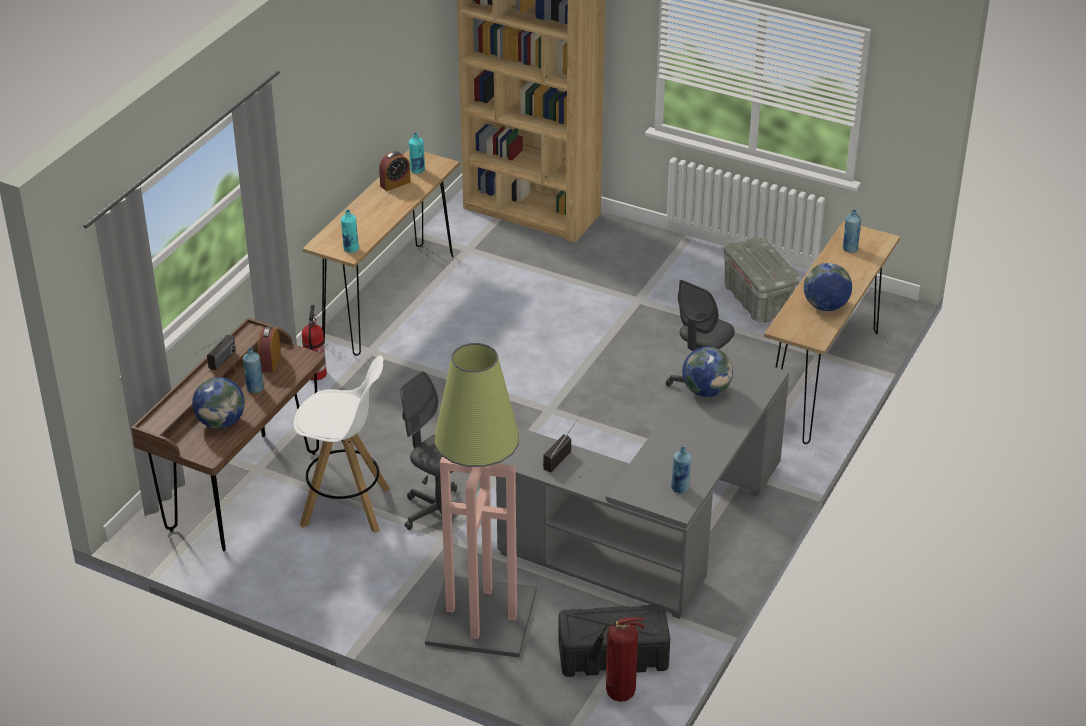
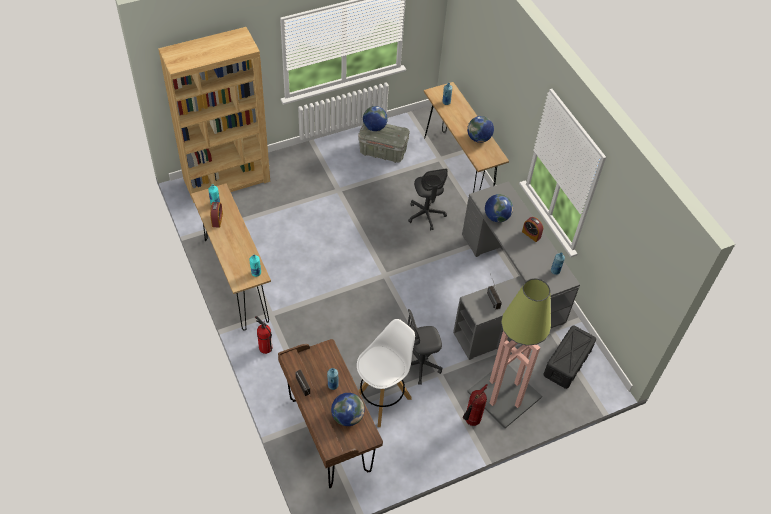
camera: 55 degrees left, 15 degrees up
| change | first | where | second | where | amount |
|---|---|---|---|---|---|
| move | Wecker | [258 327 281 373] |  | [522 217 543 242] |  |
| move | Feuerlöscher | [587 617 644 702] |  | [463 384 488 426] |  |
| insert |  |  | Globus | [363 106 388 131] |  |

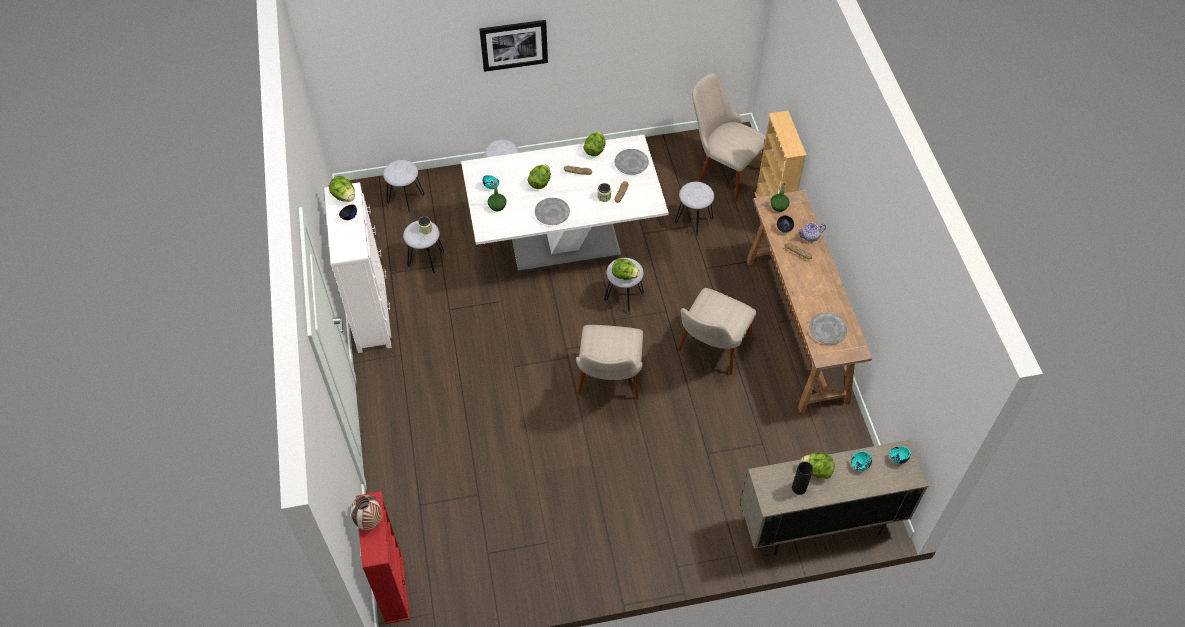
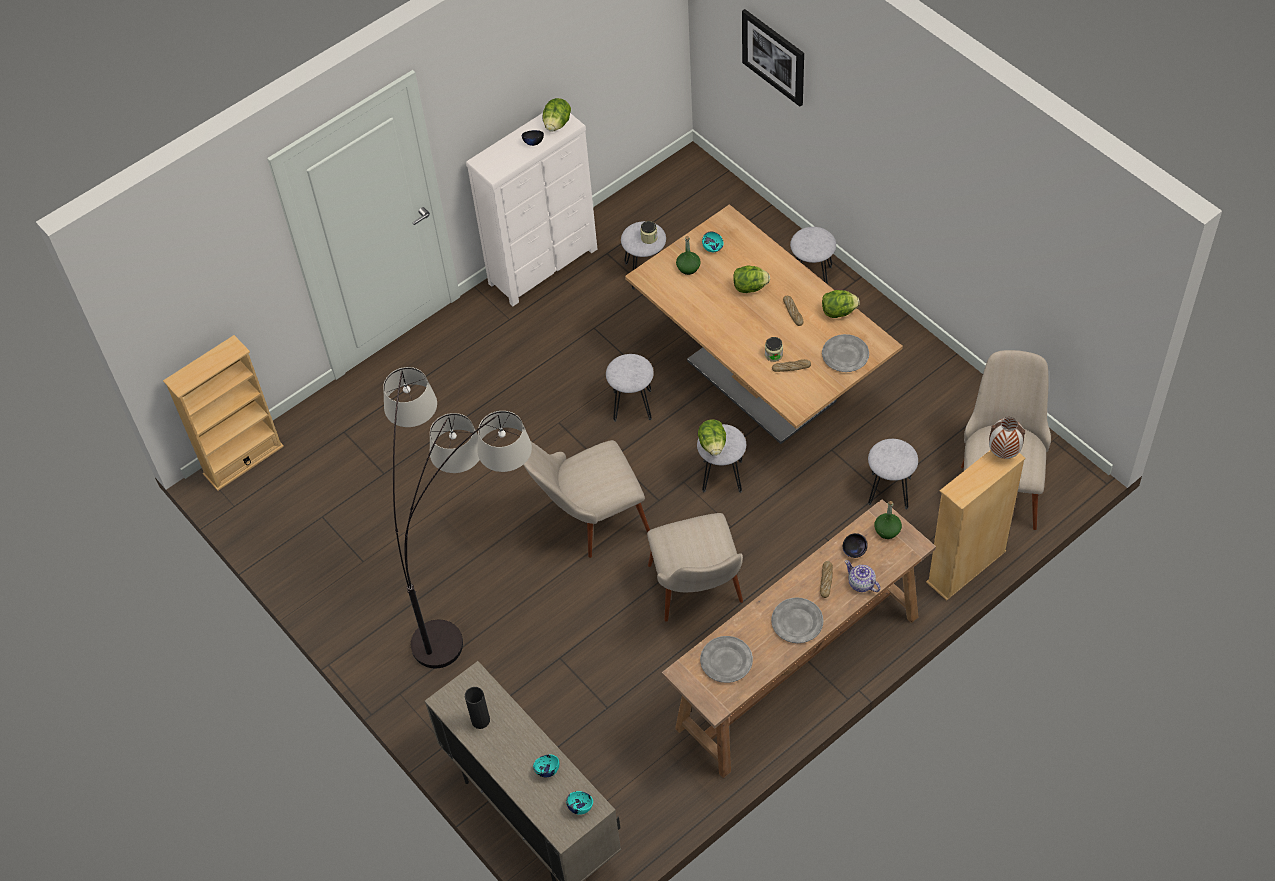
camera: 65 degrees right, 0 degrees up
| change | first | where | second | where | amount |
|---|---|---|---|---|---|
| move | Bild | [479 20 548 72] |  | [742 9 804 107] |  |
| recolor | Esstisch/weiß | [461 135 669 272] | Esstisch/braun | [625 204 903 444] |  |
| move | Hocker/grau | [383 160 425 213] |  | [606 354 654 422] |  |
| move | Teller/grau | [535 198 570 225] |  | [771 598 824 643] |  |
| rotate | Stuhl/beige | [678 288 757 375] |  | [647 513 743 622] | 105 degrees counterclockwise |
| delete | Salatkopf | [801 453 835 479] |  |  |  |
| recolor | Bücherregal/rot | [356 491 410 624] | Bücherregal/beige | [163 335 284 491] |  |
| move | Vase | [350 495 382 530] |  | [989 417 1025 459] |  |
| insert |  |  | Stehlampe | [383 367 532 668] |  |

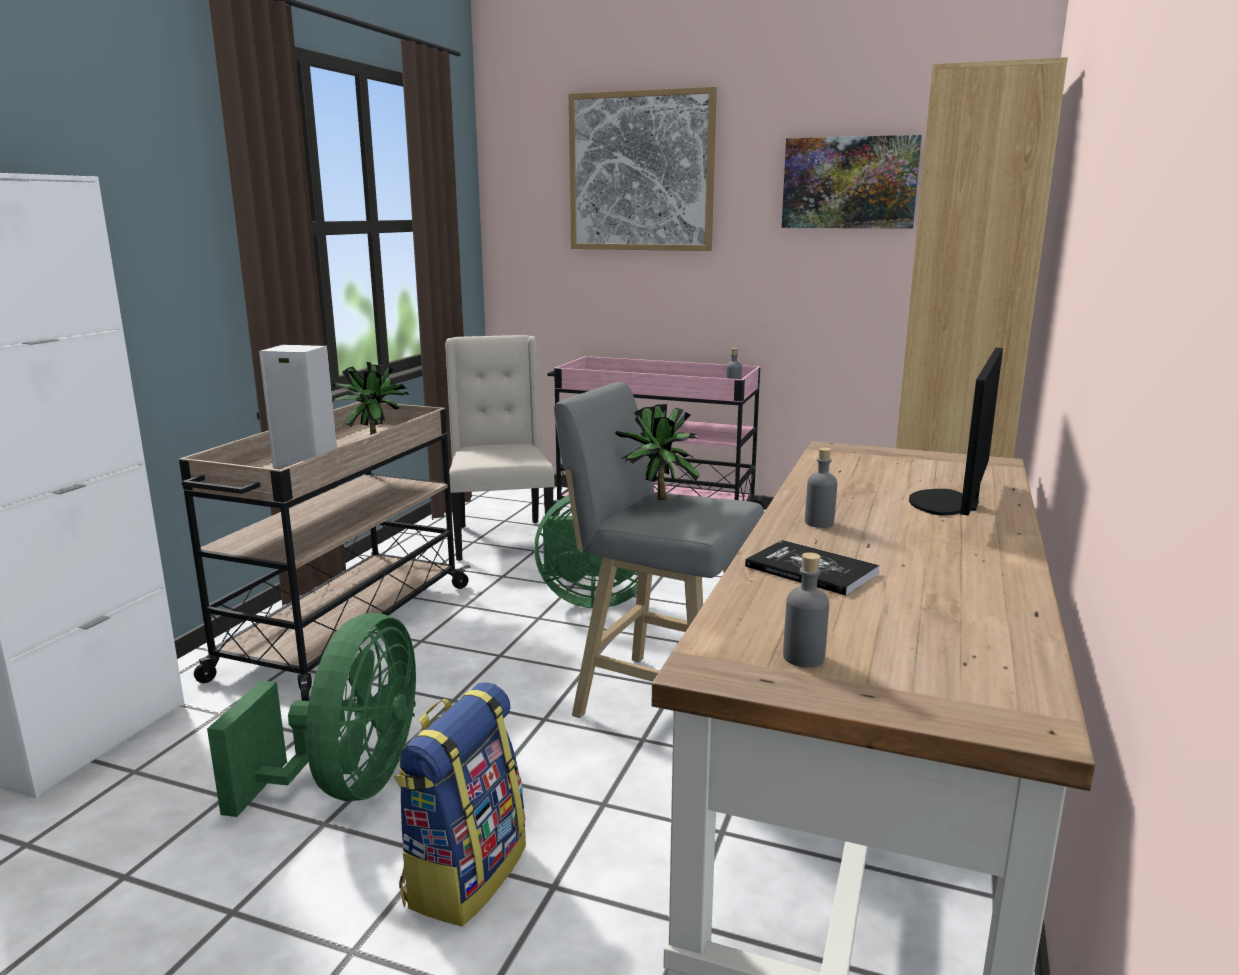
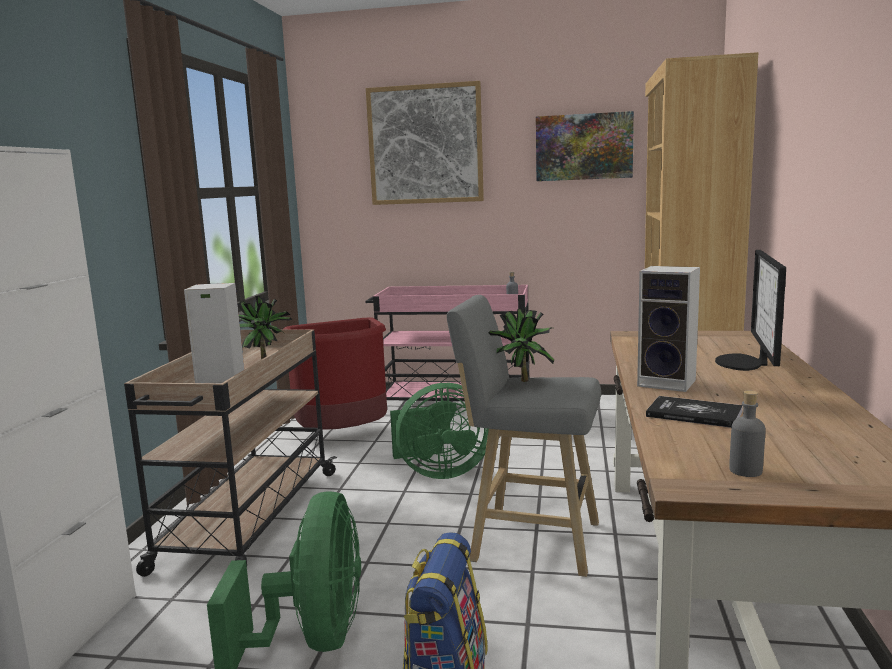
camera: 10 degrees left, 5 degrees down
| change | first | where | second | where | amount |
|---|---|---|---|---|---|
| replace | Stuhl/beige | [445 335 555 561] | Mülleimer/rot | [283 318 387 430] |  |
| replace | Flasche/grau | [805 447 837 528] | Lautsprecher | [637 266 700 392] |  |

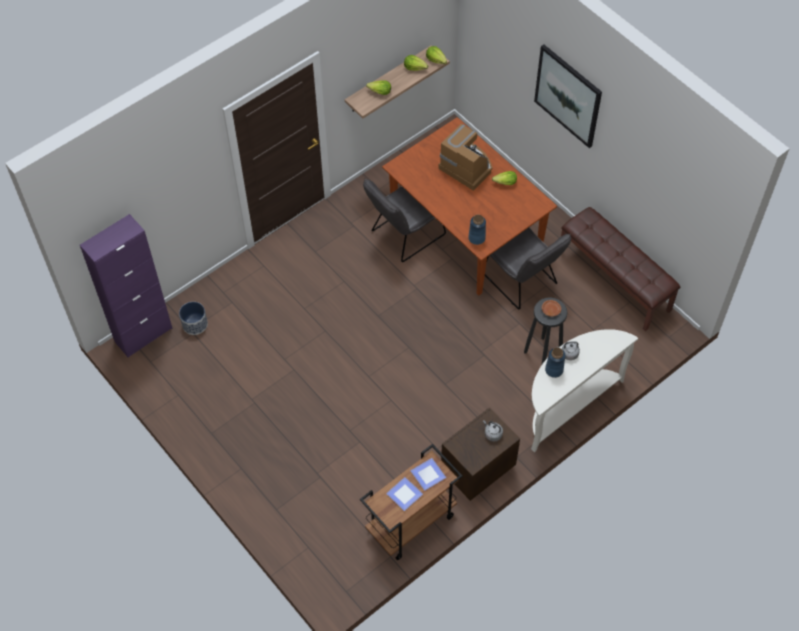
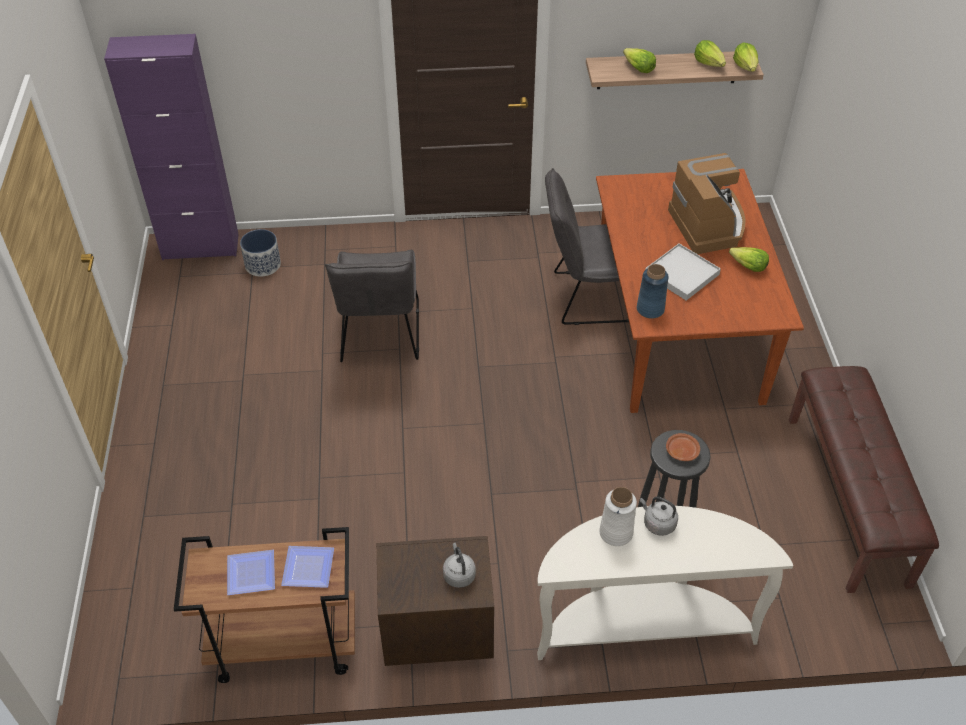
camera: 35 degrees right, 10 degrees down
| change | first | where | second | where | amount |
|---|---|---|---|---|---|
| delete | Bild | [534 44 602 148] |  |  |  |
| move | Stuhl/grau | [485 228 571 309] |  | [325 249 419 362] |  |
| recolor | Vase/blau | [545 347 565 378] | Vase/weiß | [599 487 637 546] |  |
| insert |  |  | Tablett/weiß | [645 243 721 301] |  |

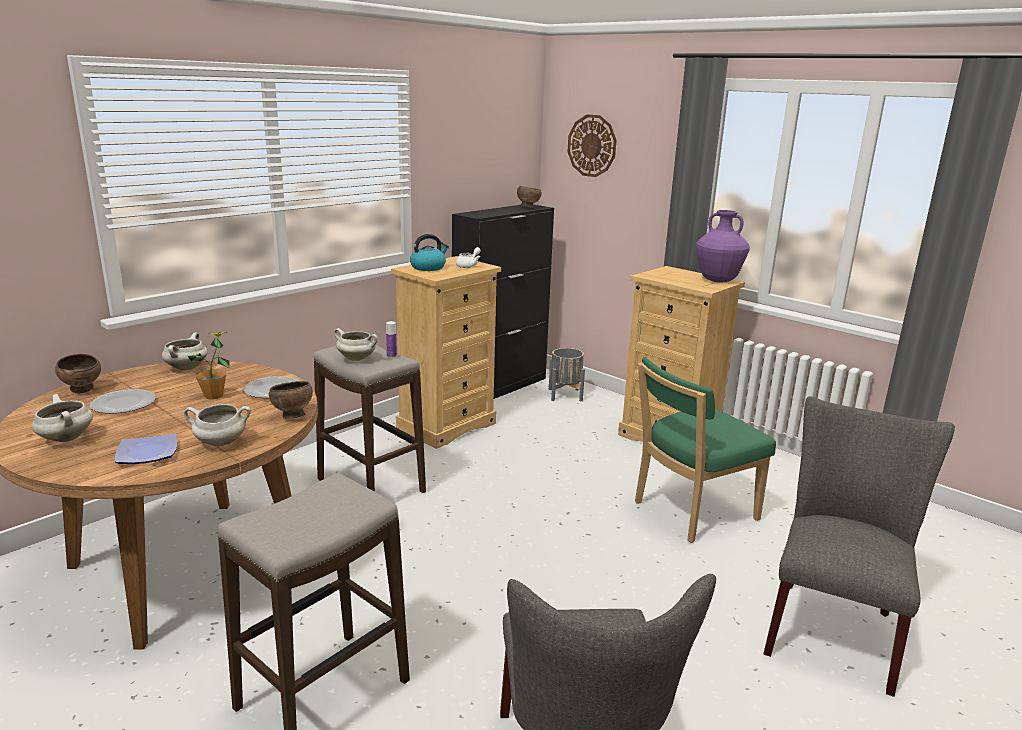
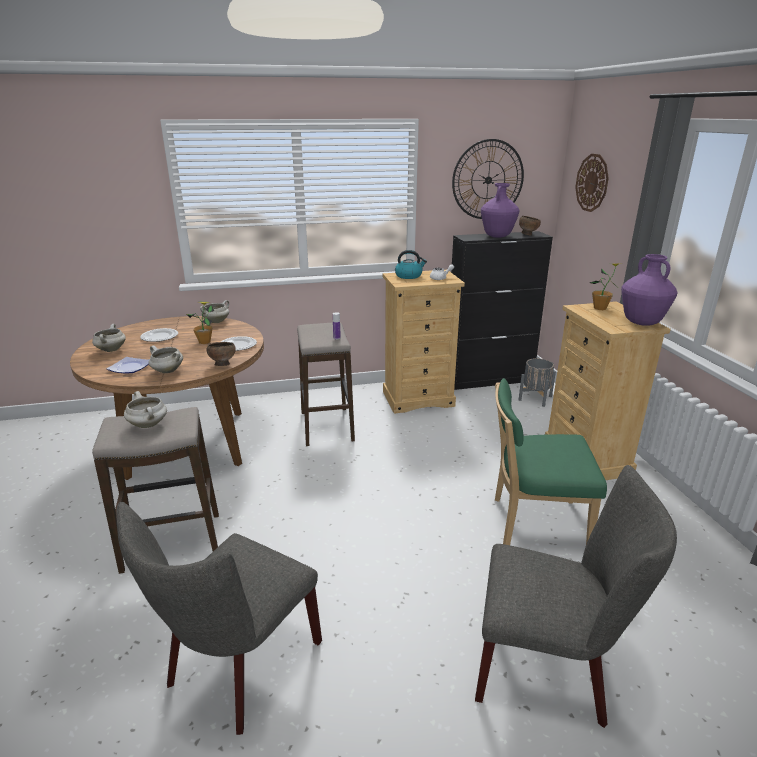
camera: 35 degrees right, 5 degrees up
| change | first | where | second | where | amount |
|---|---|---|---|---|---|
| move | Kochtopf/weiß | [334 328 378 361] |  | [124 391 167 428] |  |
| delete | Schüssel/braun | [55 354 101 393] |  |  |  |
| rotate | Stuhl/grau | [763 397 955 697] |  | [475 465 677 728] | 45 degrees clockwise |
| insert |  |  | Wanduhr | [452 139 524 219] |  |
| insert |  |  | Vase/lila | [481 183 519 238] |  |
| insert |  |  | Topfpflanze | [590 263 622 310] |  |

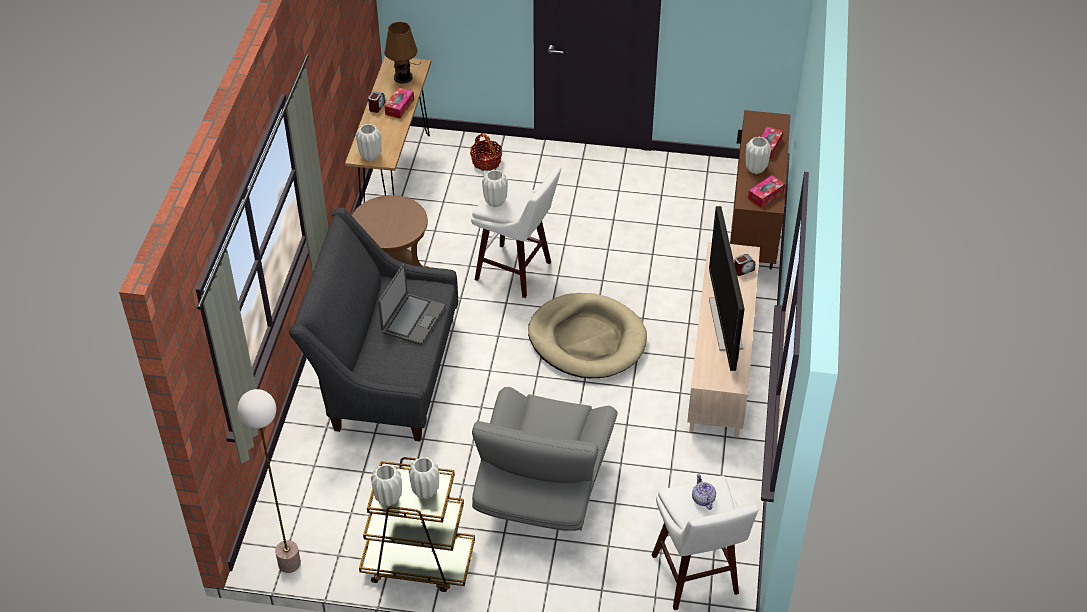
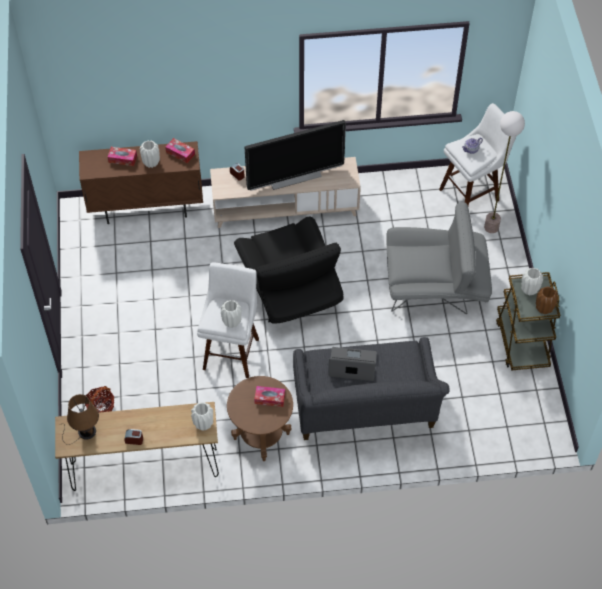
camera: 105 degrees left, 10 degrees up
| change | first | where | second | where | amount |
|---|---|---|---|---|---|
| move | Taschentuchbox | [384 87 414 119] |  | [254 386 285 407] |  |
| replace | Hundebett/beige | [528 293 647 378] | Sessel/schwarz | [234 217 343 324] |  |
| move | Stehlampe | [237 389 301 573] |  | [484 111 525 233] |  |
| recolor | Vase/weiß | [371 464 402 506] | Vase/braun | [536 286 558 314] |  |

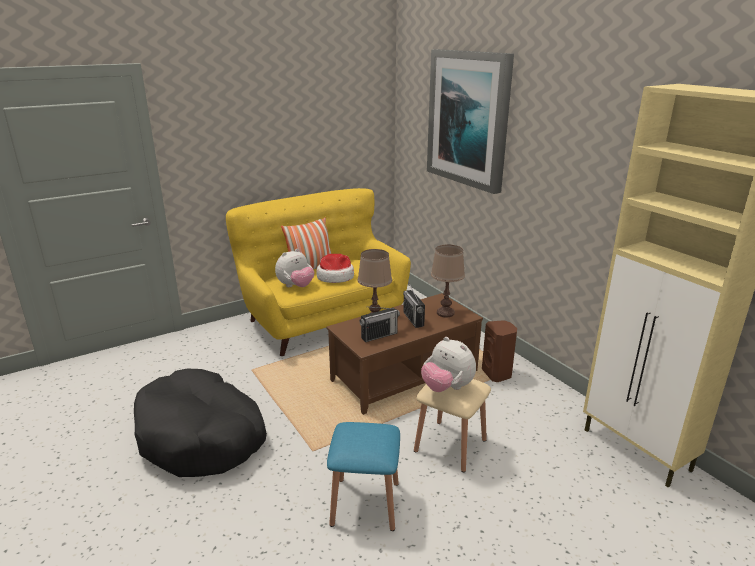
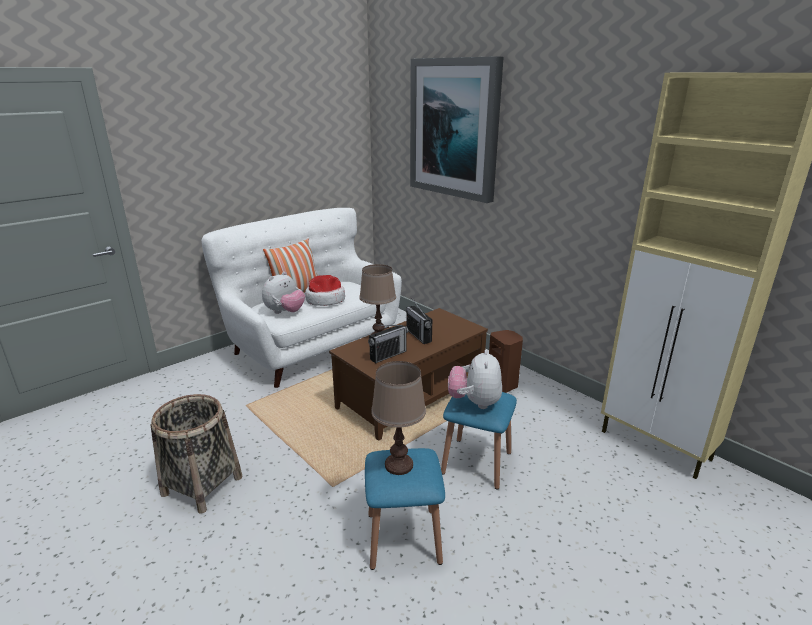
camera: 10 degrees left, 0 degrees up
| change | first | where | second | where | amount |
|---|---|---|---|---|---|
| recolor | Sofa/gelb | [226 188 411 356] | Sofa/weiß | [201 208 402 388] |  |
| move | Tischlampe/braun | [431 245 465 317] |  | [371 361 426 475] |  |
| rotate | Plüschtier | [421 337 476 392] |  | [448 350 502 409] | 60 degrees clockwise |
| replace | Hundebett/schwarz | [134 369 267 477] | Korb | [150 394 243 514] |  |
| recolor | Hocker/beige | [414 379 491 472] | Hocker/blau | [441 392 517 490] |  |

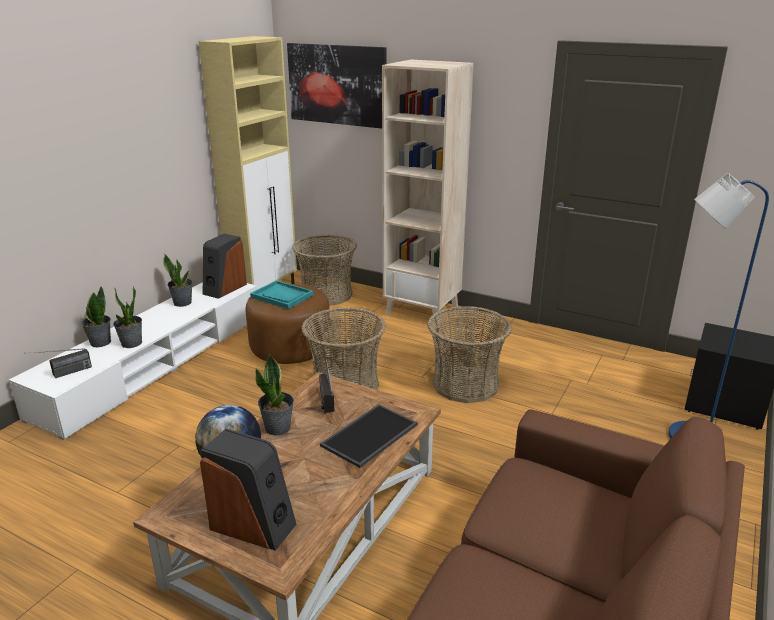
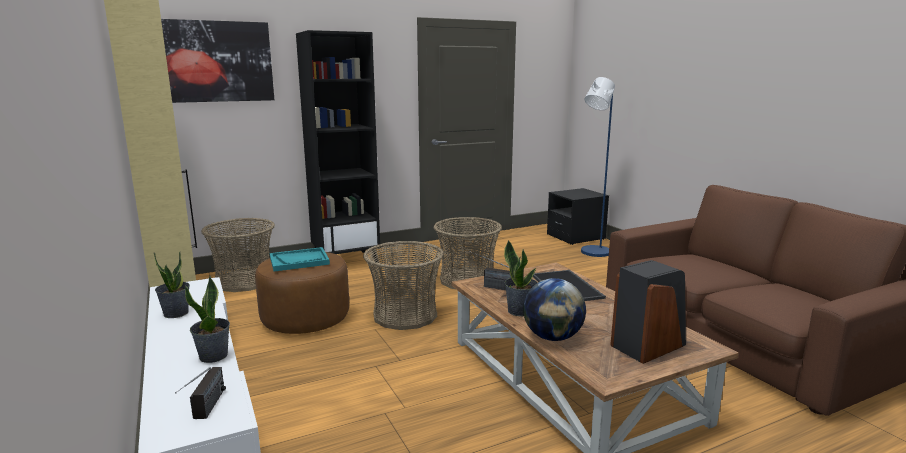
camera: 55 degrees left, 10 degrees down
| change | first | where | second | where | amount |
|---|---|---|---|---|---|
| recolor | Bücherregal/beige | [382 60 474 325] | Bücherregal/schwarz | [296 30 380 262] |  |
| delete | Lautsprecher | [203 234 247 299] |  |  |  |
| delete | Topfpflanze | [81 286 111 347] |  |  |  |

